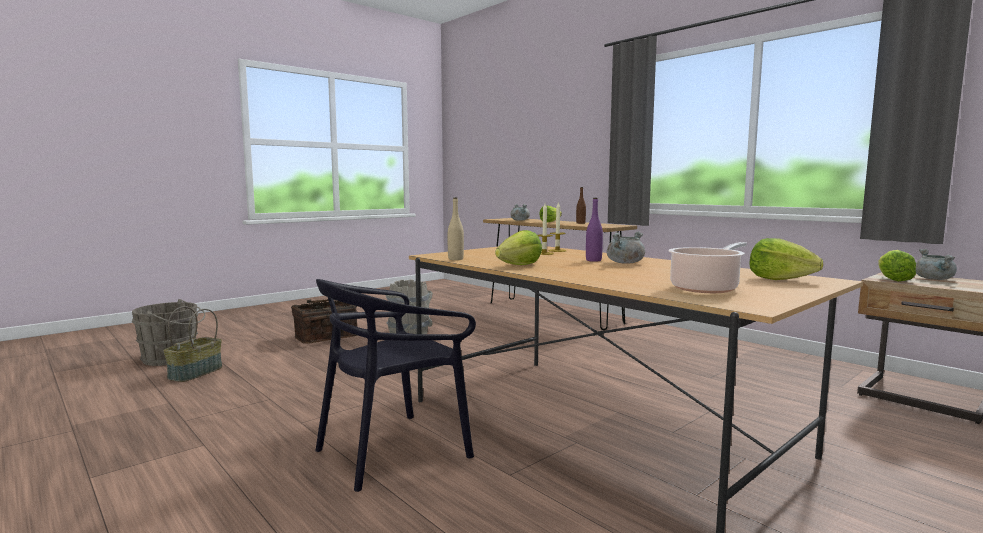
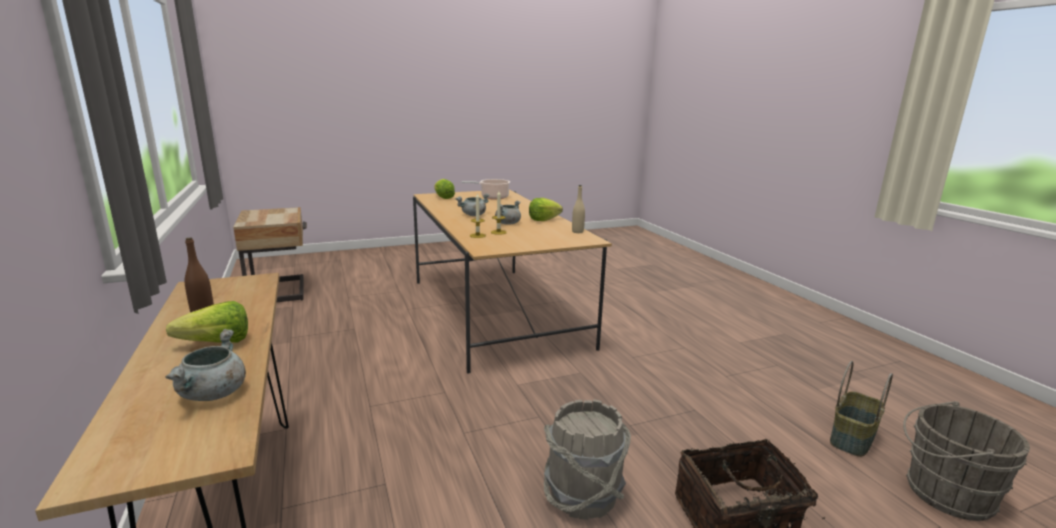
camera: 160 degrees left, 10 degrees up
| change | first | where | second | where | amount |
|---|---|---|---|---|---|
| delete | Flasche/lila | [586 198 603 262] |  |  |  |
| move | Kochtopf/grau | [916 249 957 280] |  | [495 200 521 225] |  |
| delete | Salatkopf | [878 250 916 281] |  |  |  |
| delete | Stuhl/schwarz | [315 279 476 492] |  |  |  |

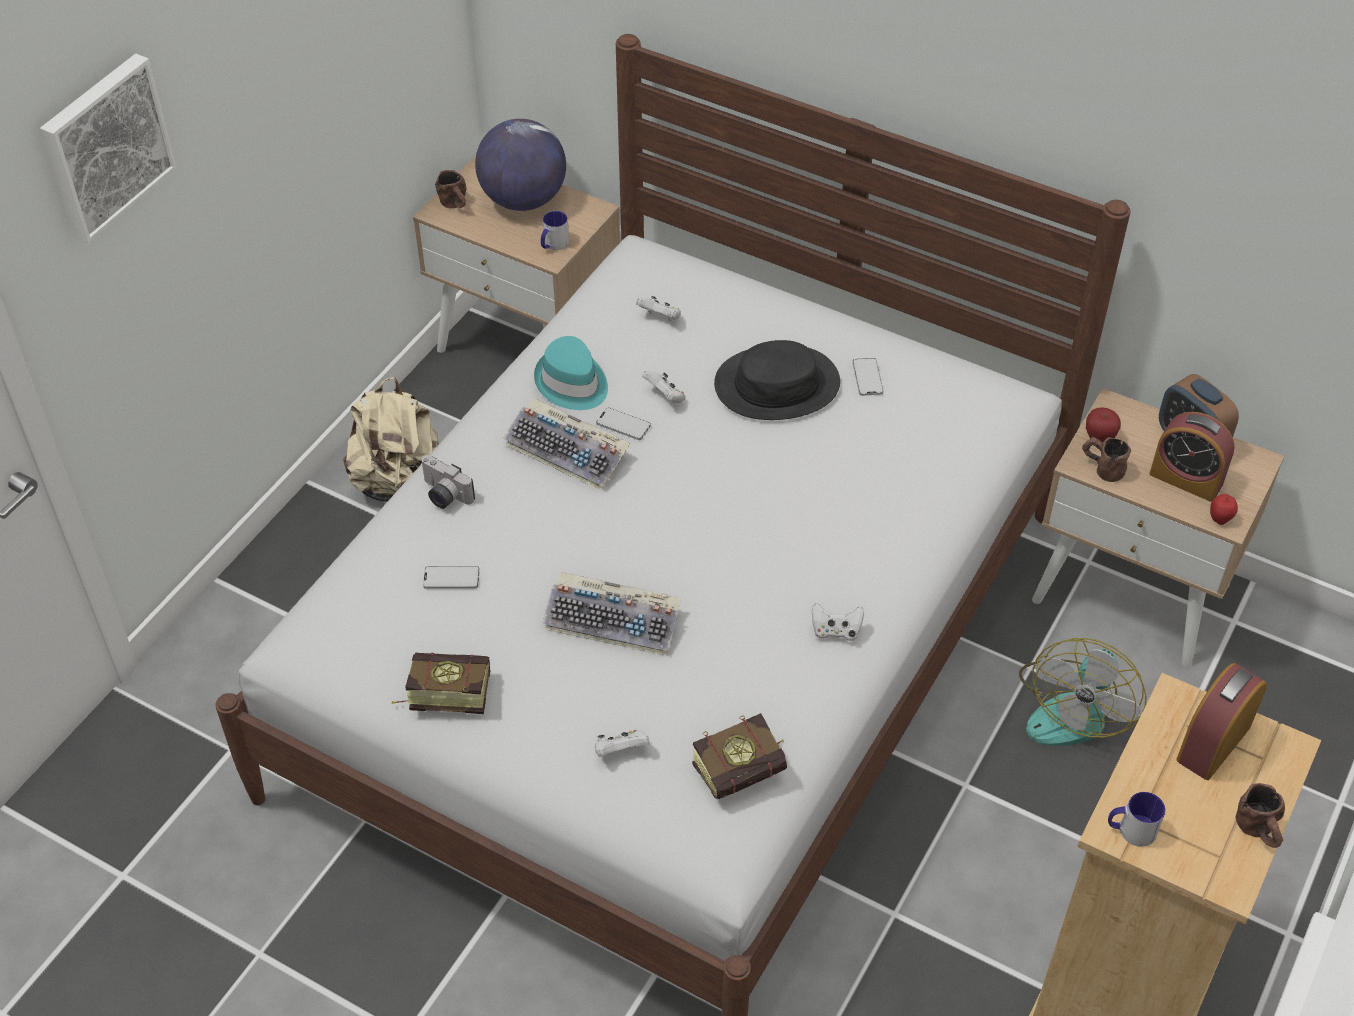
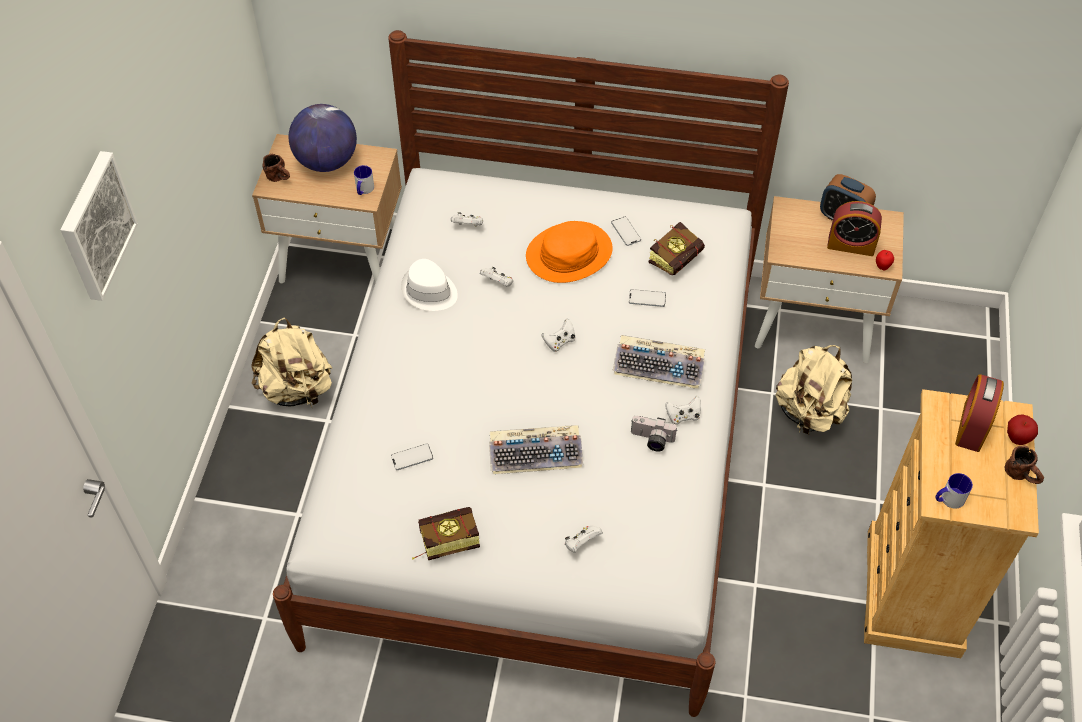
camera: 20 degrees left, 5 degrees up
| change | first | where | second | where | amount |
|---|---|---|---|---|---|
| recolor | Hut/türkis | [534 336 608 410] | Hut/weiß | [401 259 458 311] |  |
| recolor | Hut/schwarz | [714 340 840 420] | Hut/orange | [526 221 613 283] |  |
| move | Tastatur | [503 398 630 491] |  | [612 335 705 389] |  |
| move | Handy | [596 407 651 440] |  | [629 289 666 307] |  |
| move | Apfel | [1086 407 1121 442] |  | [1007 414 1038 445] |  |
| delete | Henkelbecher/braun | [1082 437 1131 482] |  |  |  |
| move | Kamera | [420 455 475 509] |  | [631 416 677 451] |  |
| replace | Ventilator | [1019 638 1147 746] | Rucksack/beige | [775 345 852 435] |  |
| move | Buch | [692 713 787 799] |  | [649 222 705 276] |  |
| insert |  |  | Gamepad/weiß | [542 318 575 352] |  |

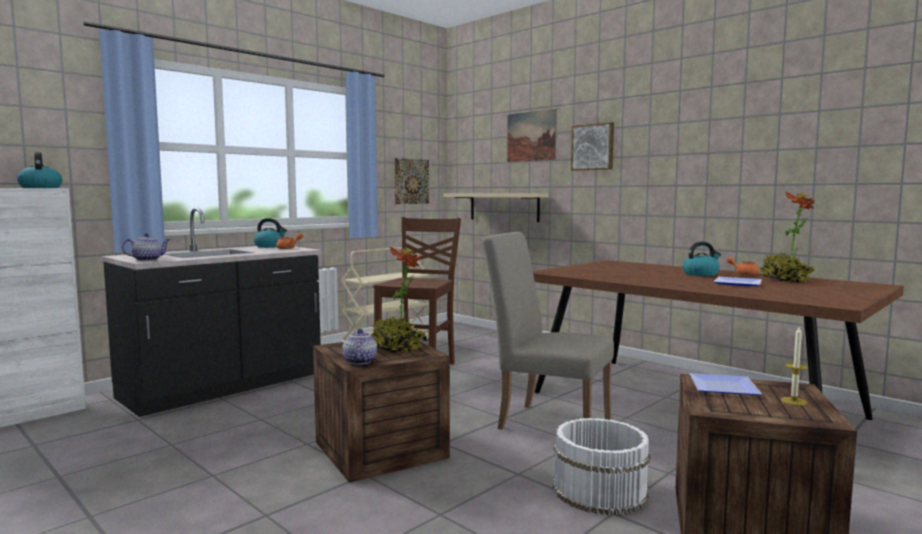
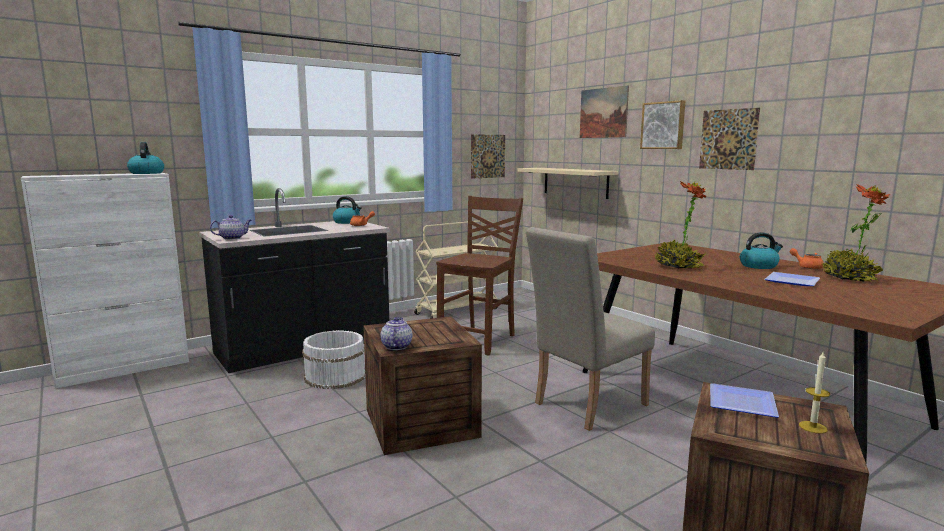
camera: 10 degrees right, 5 degrees up
| change | first | where | second | where | amount |
|---|---|---|---|---|---|
| rotate | Stuhl/beige | [482 232 614 429] |  | [526 227 655 431] | 75 degrees counterclockwise |
| move | Topfpflanze | [371 247 425 352] |  | [655 181 706 269] |  |
| move | Eimer/weiß | [553 418 651 515] |  | [302 330 365 389] |  |
| insert |  |  | Bild | [699 108 760 170] |  |

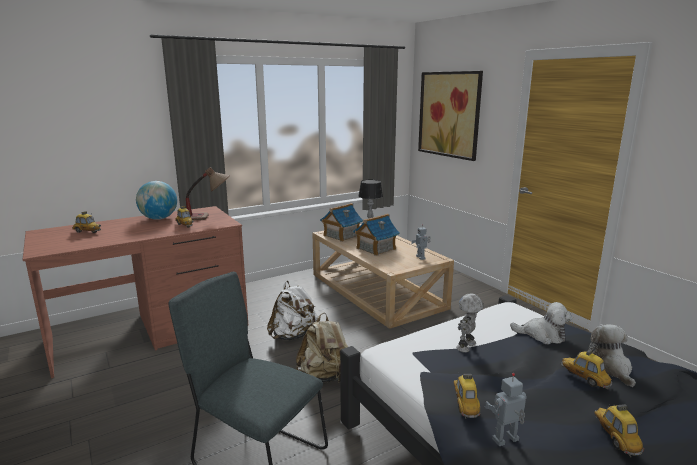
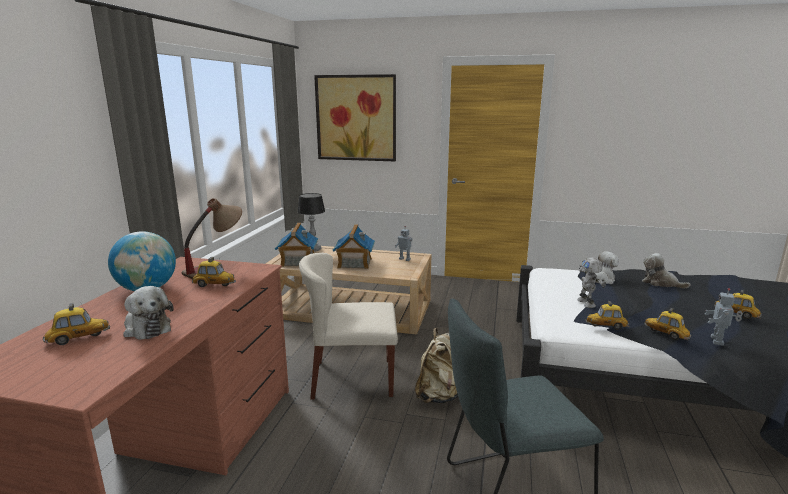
camera: 45 degrees left, 0 degrees up
| change | first | where | second | where | amount |
|---|---|---|---|---|---|
| replace | Rucksack/weiß | [267 281 318 341] | Stuhl/beige | [299 253 398 400] |  |
| move | Spielzeugauto | [560 349 612 389] |  | [586 301 629 330] |  |
| insert |  |  | Plüschtier | [123 286 174 340] |  |

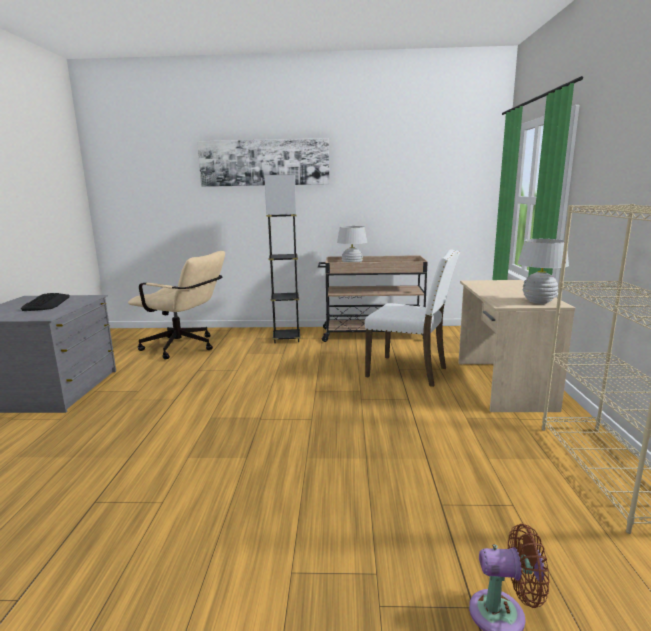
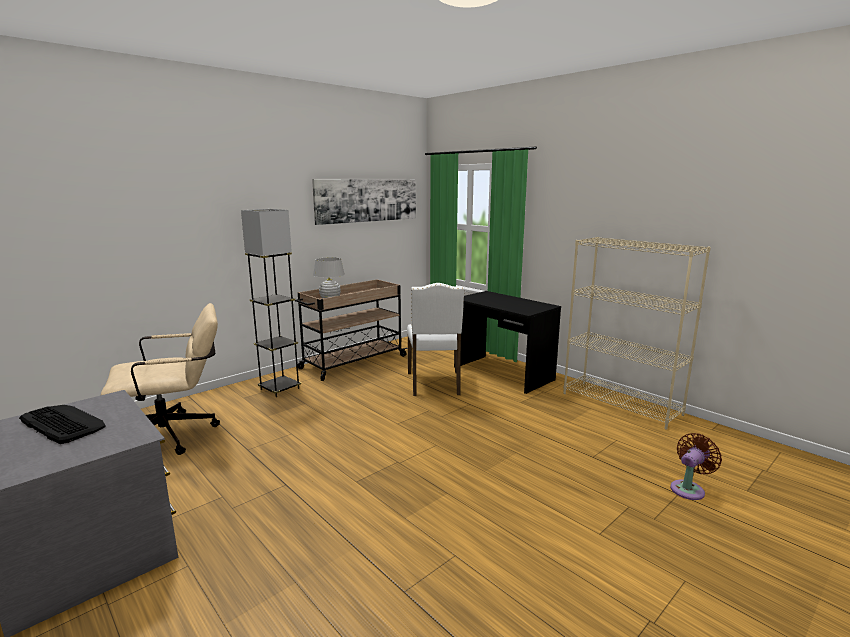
camera: 45 degrees left, 0 degrees up
| change | first | where | second | where | amount |
|---|---|---|---|---|---|
| move | Bild | [197 138 329 187] |  | [312 179 416 225] |  |
| delete | Tischlampe/weiß | [518 239 569 304] |  |  |  |
| rotate | Stuhl/weiß | [364 249 460 387] |  | [407 283 464 396] | 105 degrees clockwise |
| recolor | Schreibtisch/beige | [458 280 575 412] | Schreibtisch/schwarz | [454 291 561 394] |  |

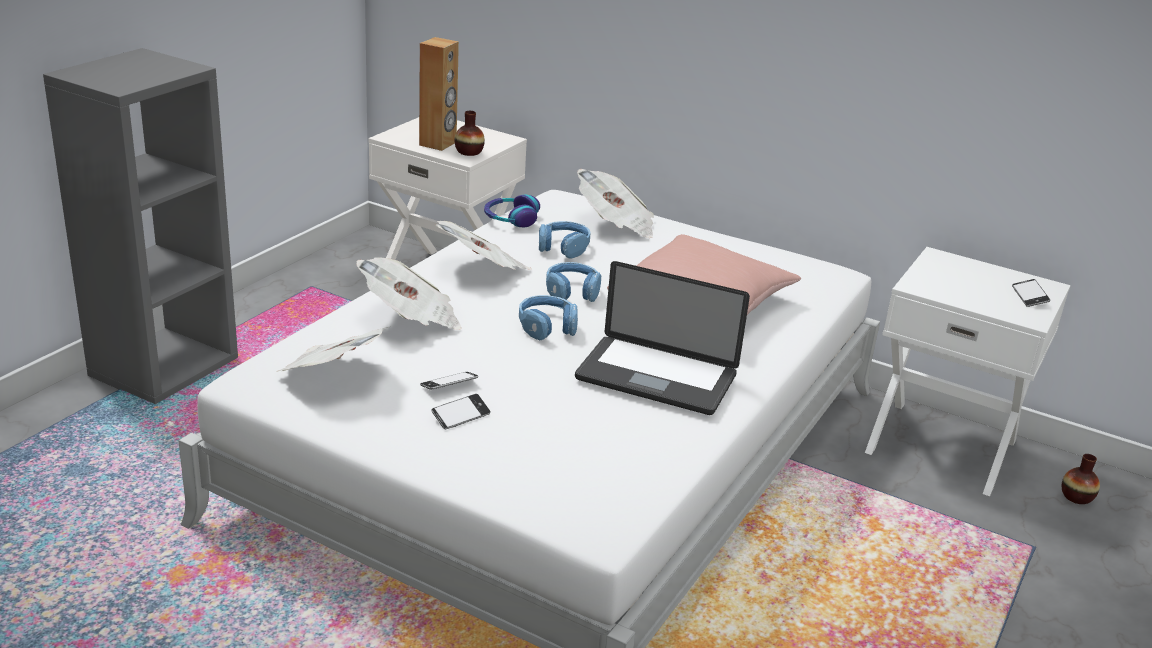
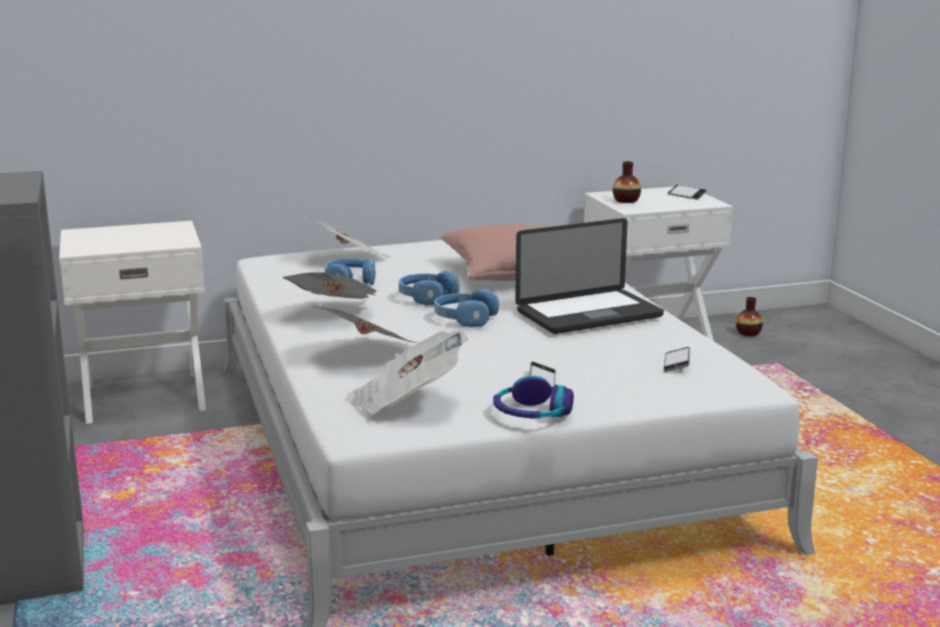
camera: 45 degrees left, 10 degrees down
| change | first | where | second | where | amount |
|---|---|---|---|---|---|
| delete | Lautsprecher/braun | [419 37 459 151] |  |  |  |
| move | Vase | [455 111 485 156] |  | [613 161 641 203] |  |
| move | Kopfhörer | [484 194 540 227] |  | [493 375 574 419] |  |
| move | Handy | [420 372 478 390] |  | [664 347 690 372] |  |

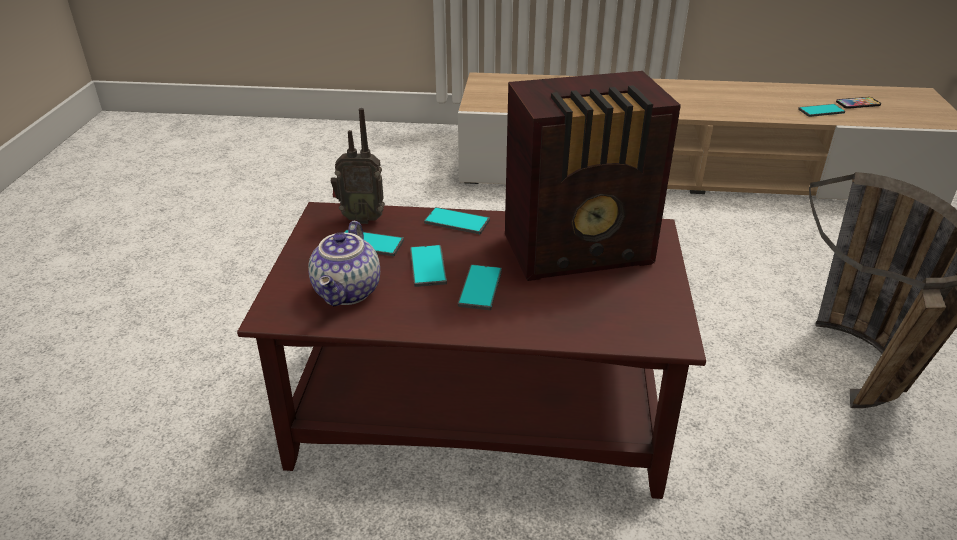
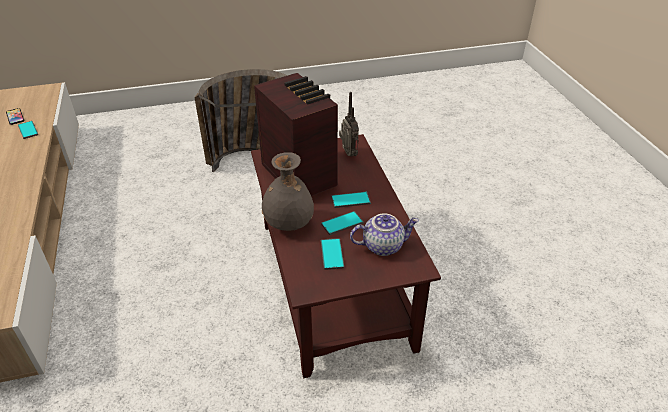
camera: 110 degrees left, 5 degrees up
| change | first | where | second | where | amount |
|---|---|---|---|---|---|
| move | Radio | [331 108 385 224] |  | [339 92 359 157] |  |
| replace | Handy | [424 207 490 234] | Vase/grau | [262 152 314 231] |  |

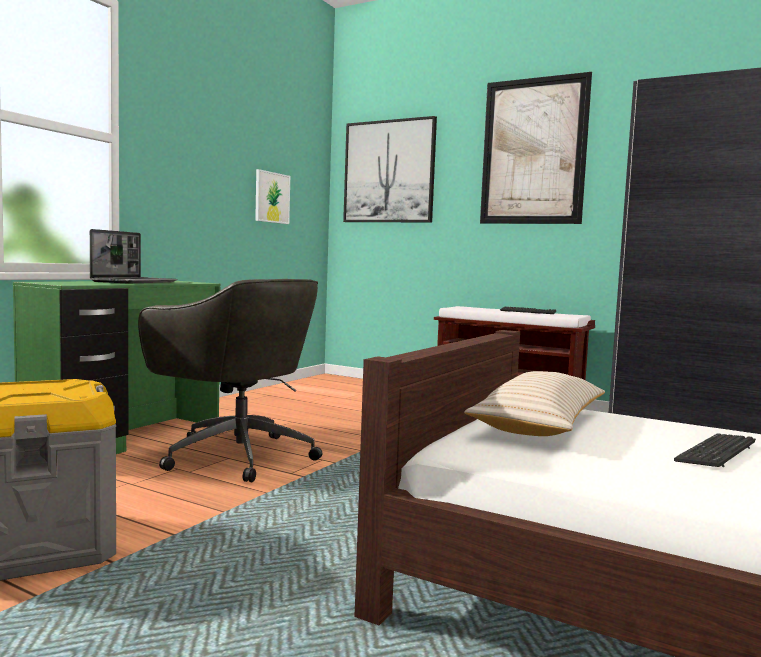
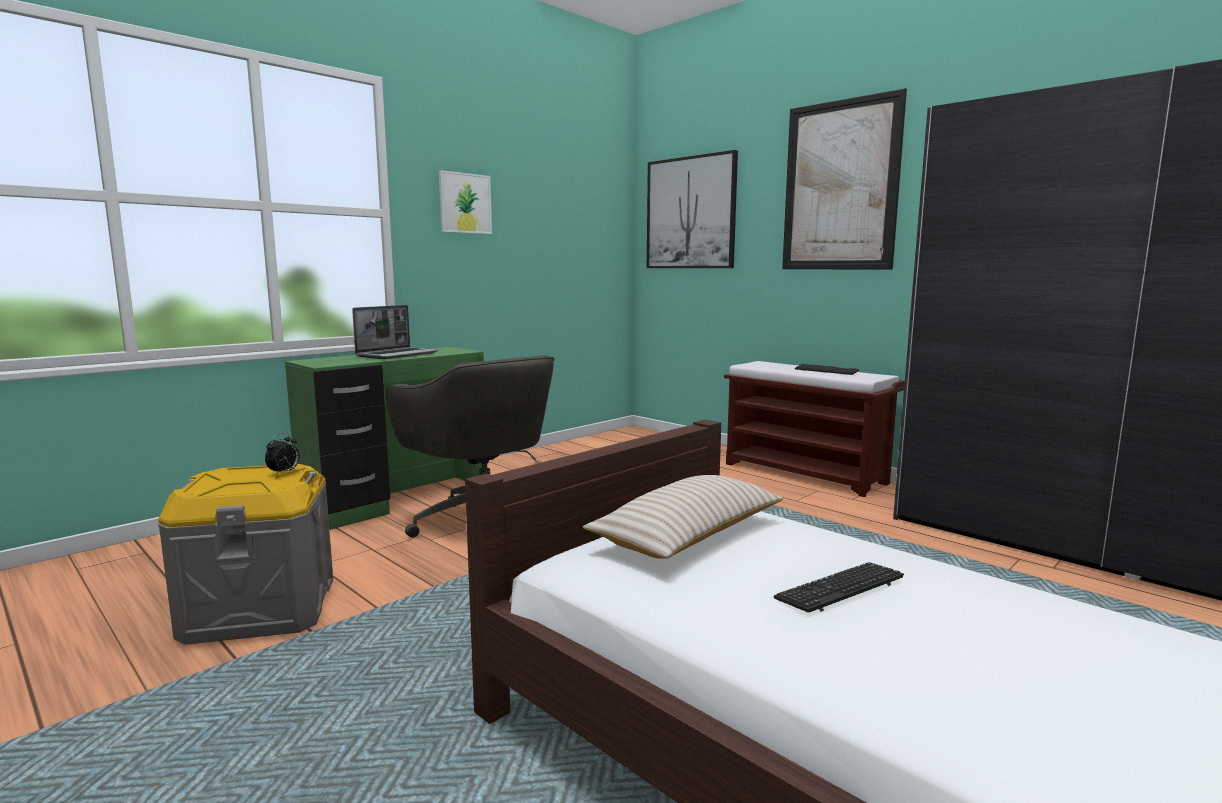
camera: 15 degrees right, 5 degrees up
| change | first | where | second | where | amount |
|---|---|---|---|---|---|
| move | Bild | [255 169 290 224] |  | [439 170 492 234] |  |
| insert |  |  | Wecker | [265 432 299 476] |  |

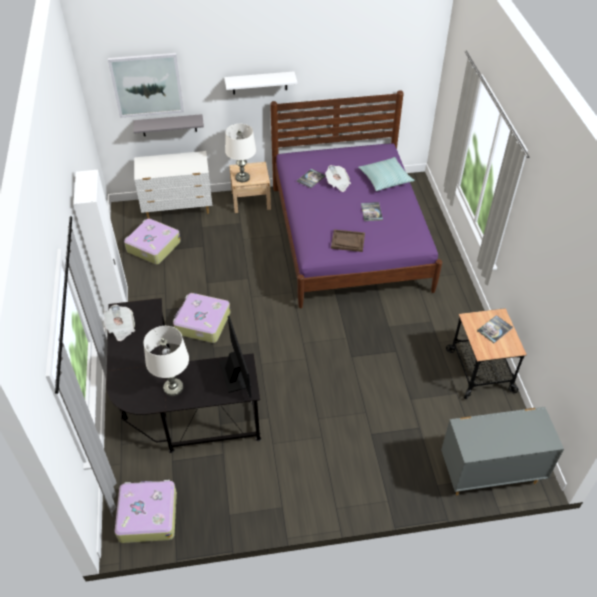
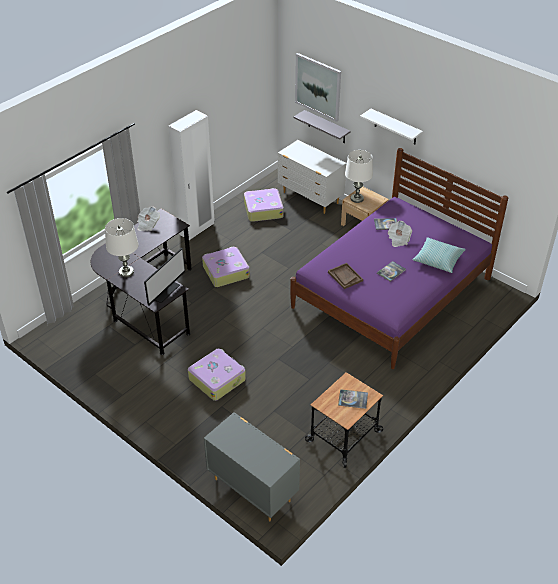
camera: 50 degrees right, 5 degrees down
| change | first | where | second | where | amount |
|---|---|---|---|---|---|
| move | Koffer | [115 480 177 543] |  | [188 349 246 401] |  |

